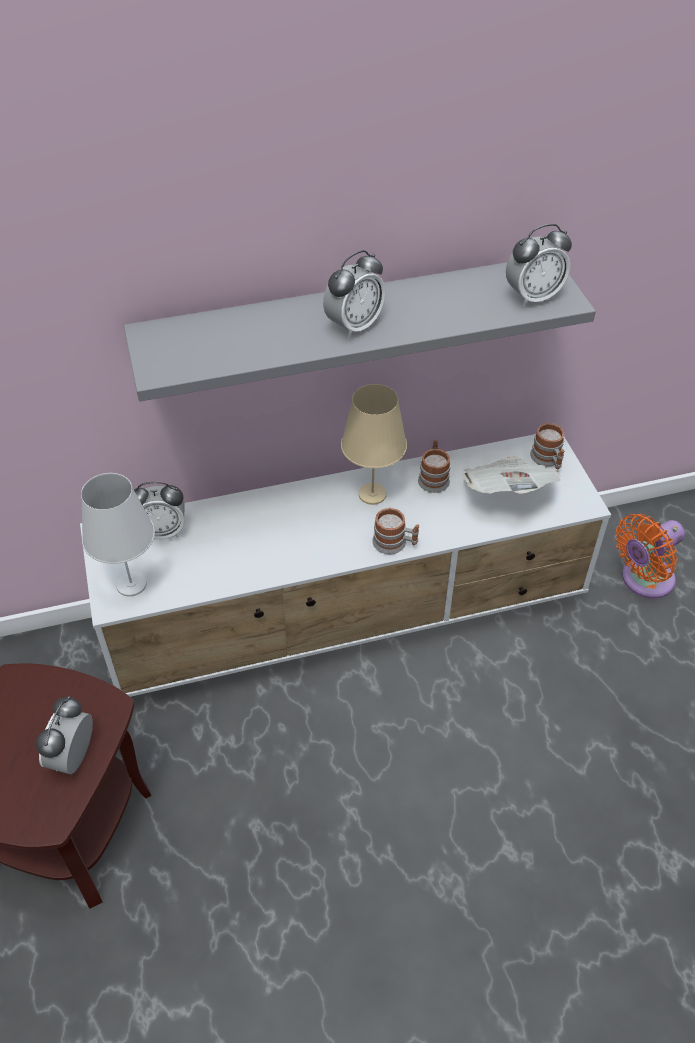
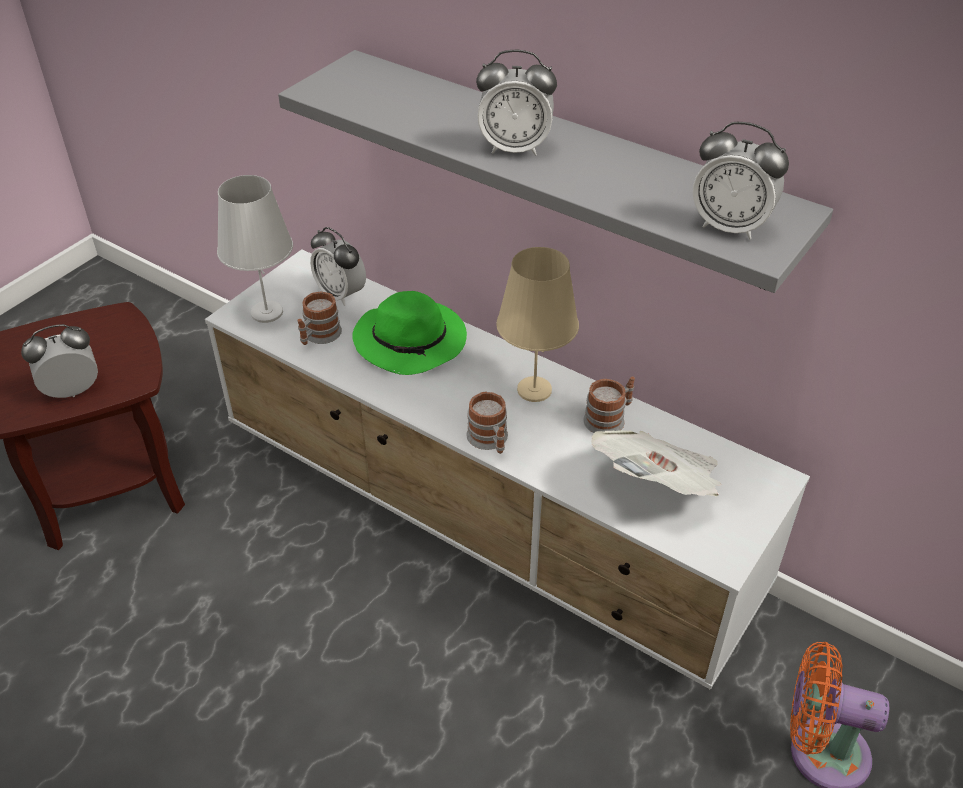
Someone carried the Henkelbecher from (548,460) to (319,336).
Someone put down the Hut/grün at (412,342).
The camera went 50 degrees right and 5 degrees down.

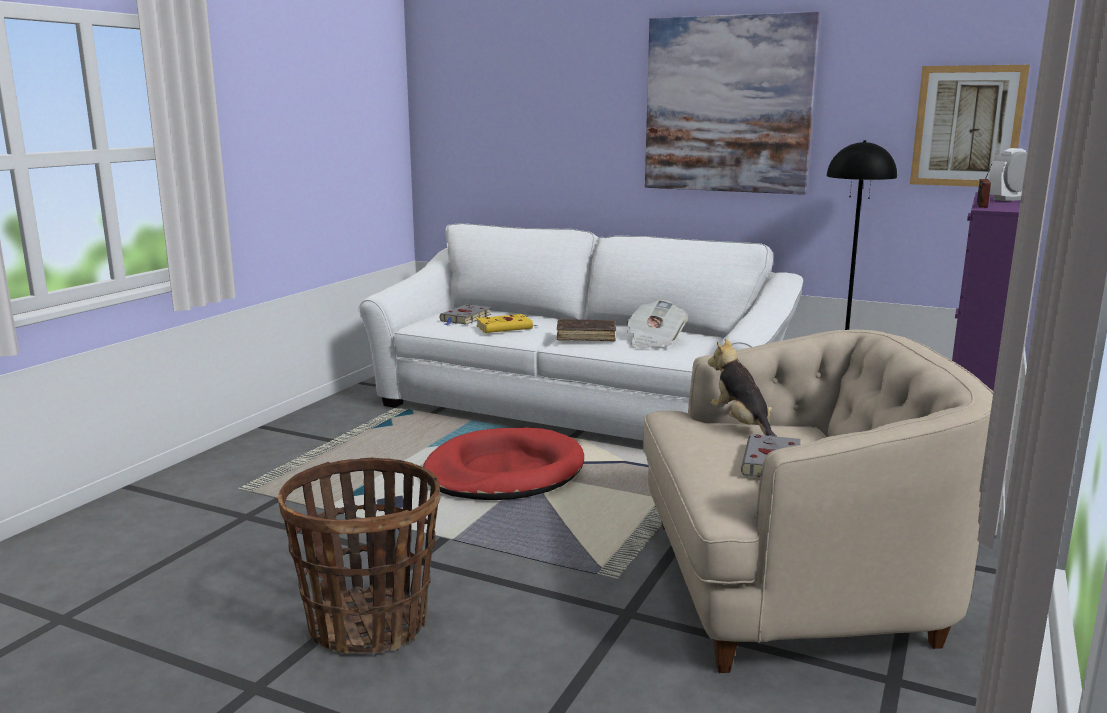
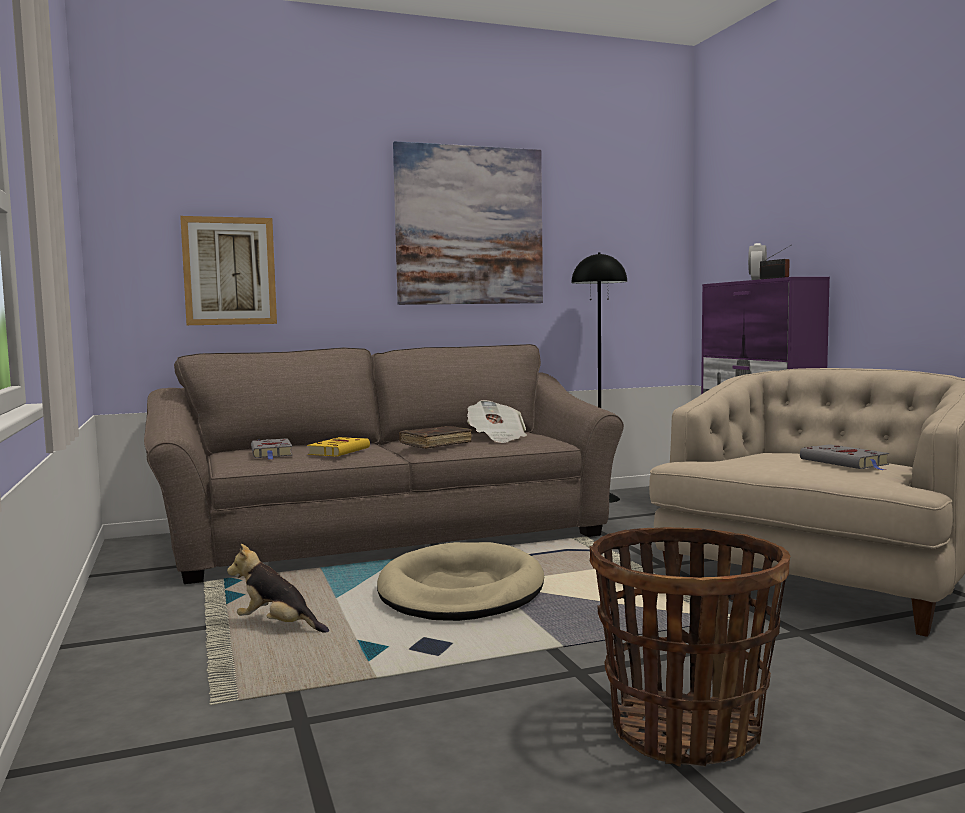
Someone repainted the Sofa/weiß at (574,408), which became the Sofa/braun at (389,535).
Someone repainted the Hundebett/rot at (504,472), which became the Hundebett/beige at (461,590).
Someone carried the Plüschtier from (742,426) to (278,626).
Someone carried the Bild from (967,126) to (229,271).
The camera went 45 degrees left and 10 degrees down.

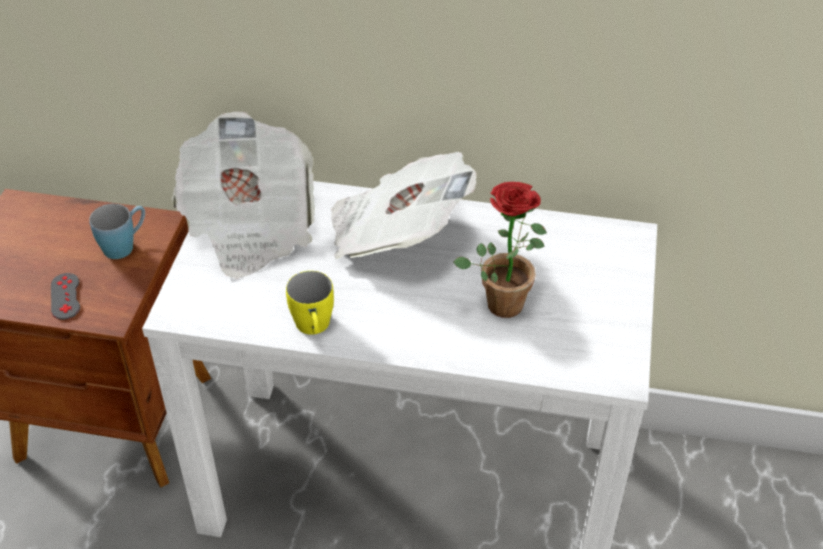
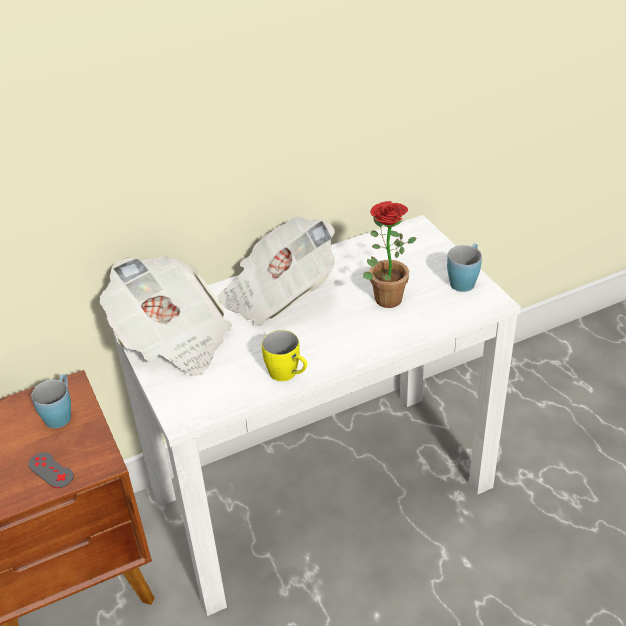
Someone put down the Henkelbecher/blau at (464,280).
The camera went 35 degrees left and 5 degrees down.

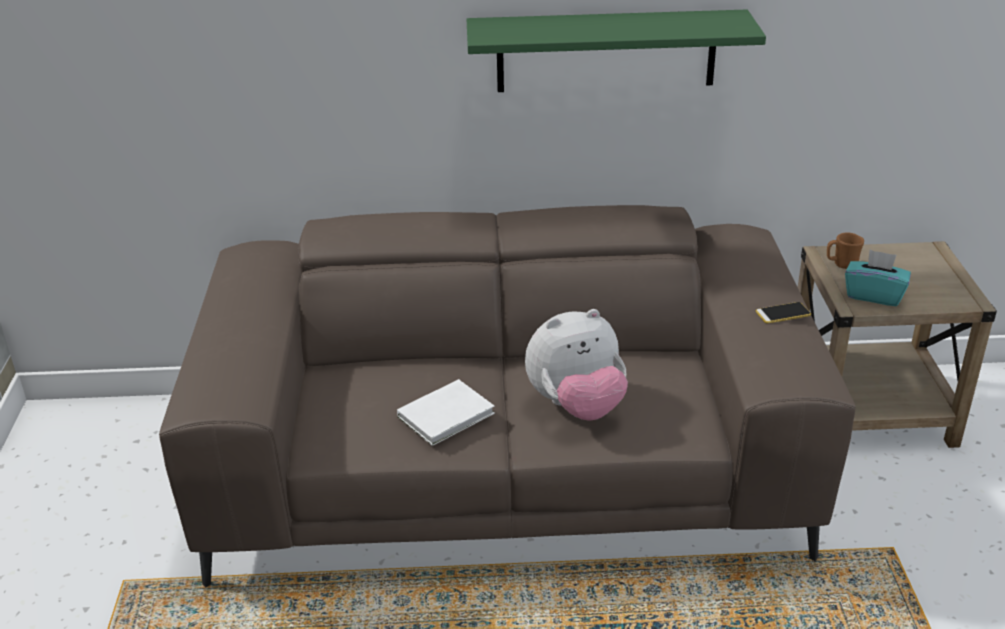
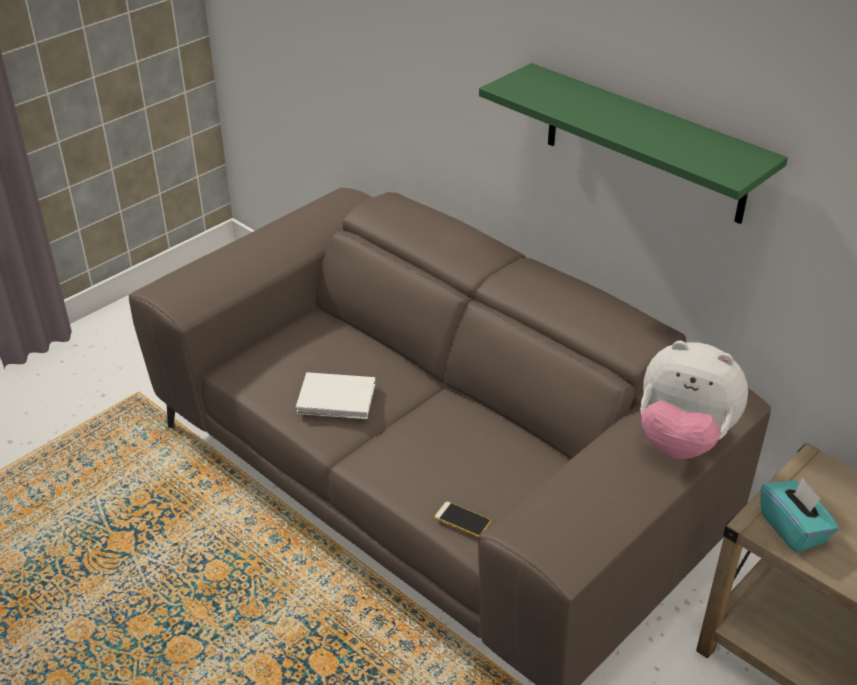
Someone carried the Plüschtier from (576,406) to (682,440).
Someone carried the Handy from (783,313) to (462,520).
Someone took away the Henkelbecher/braun at (842,264).
The camera went 45 degrees right and 5 degrees up.

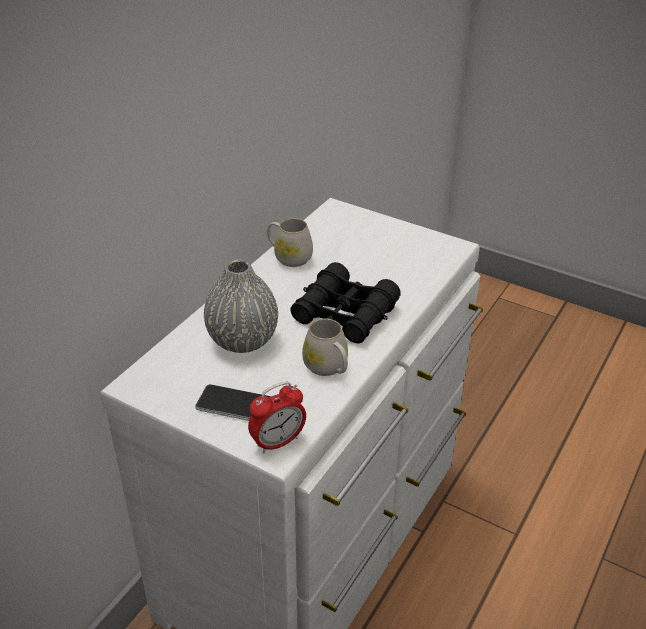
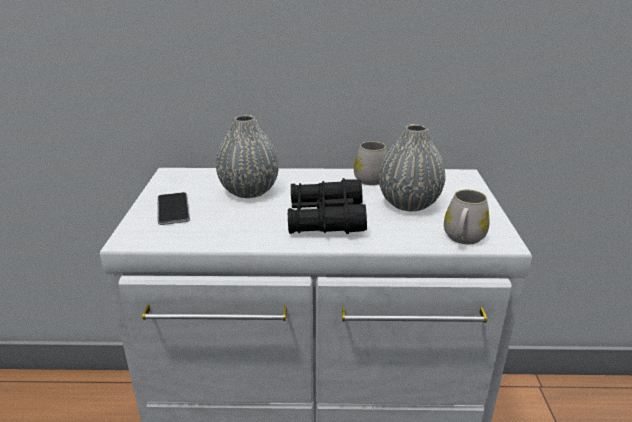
Someone took away the Wecker at (278,442).
Someone carried the Henkelbecher/weiß from (328,368) to (463,238).
Someone put down the Vase/grau at (408,203).
The camera went 60 degrees right and 10 degrees down.

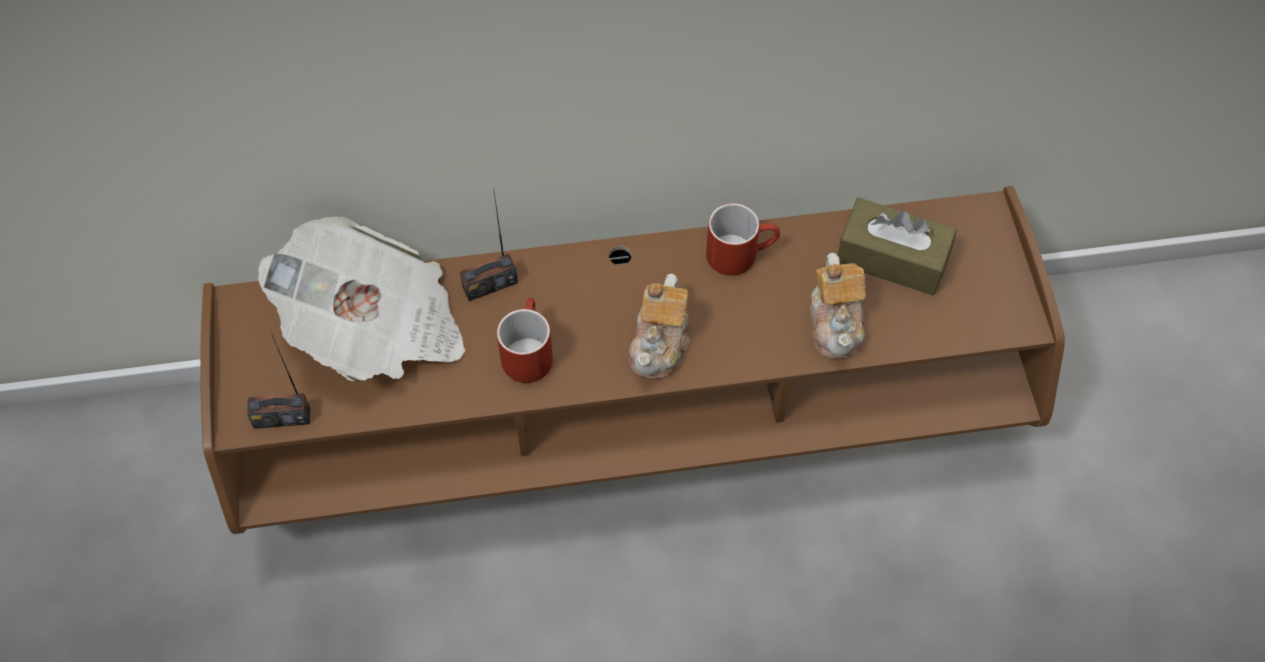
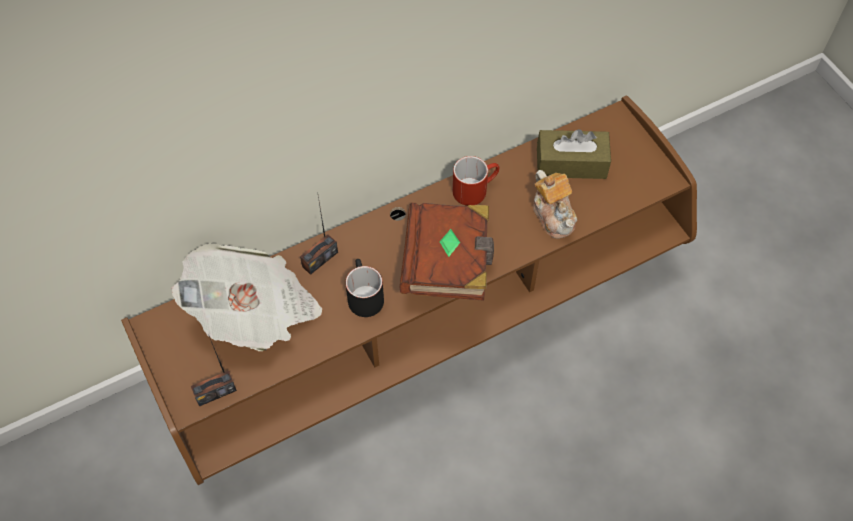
Someone repainted the Henkelbecher/rot at (526,351), which became the Henkelbecher/schwarz at (363,295).
Someone swapped the Teekanne at (660,344) for the Buch/braun at (448,263).
The camera went 20 degrees left and 0 degrees up.

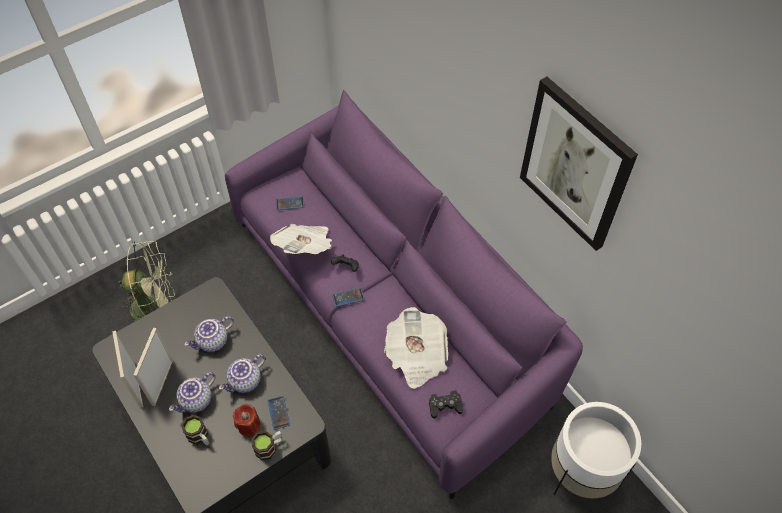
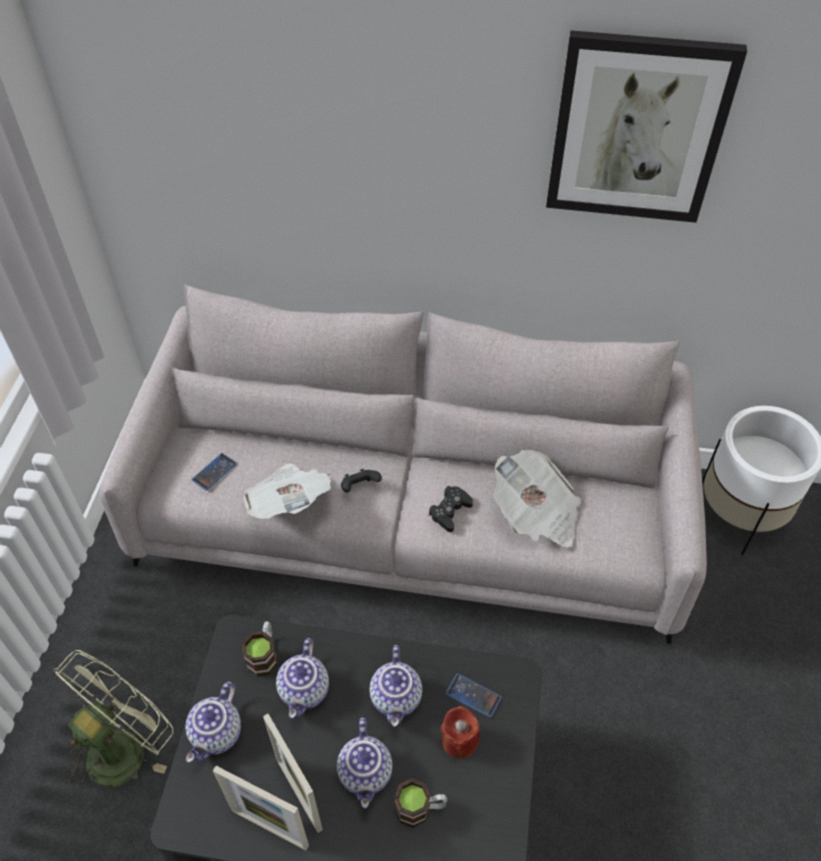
Someone repainted the Sofa/lila at (392,313), which became the Sofa/grau at (411,519).
Someone carried the Henkelbecher from (269,447) to (264,655).
Someone took away the Handy at (348,297).
Someone carried the Gamepad/schwarz from (445,406) to (450,511).
Someone put down the Teekanne at (217,734).
The camera went 45 degrees left and 5 degrees down.

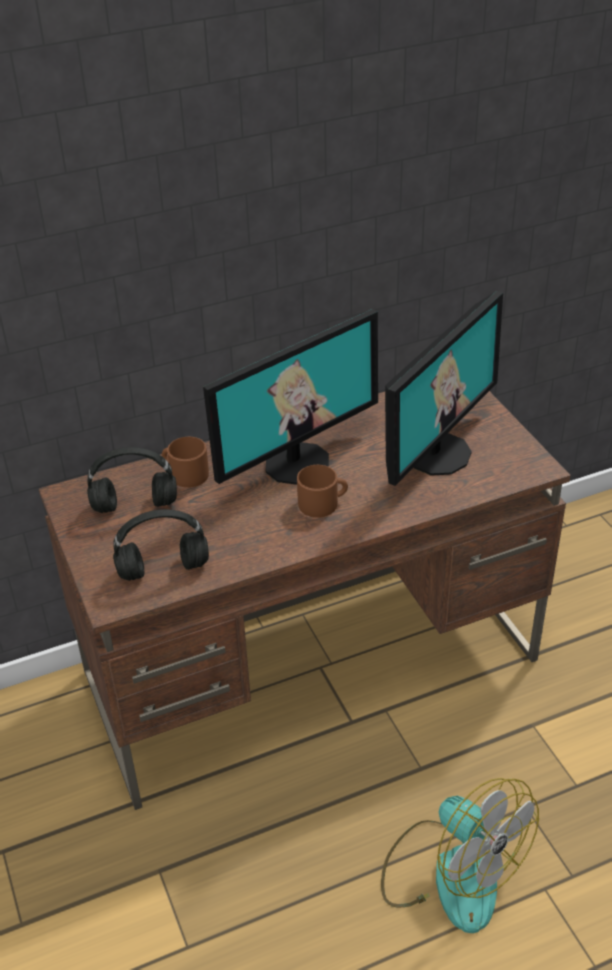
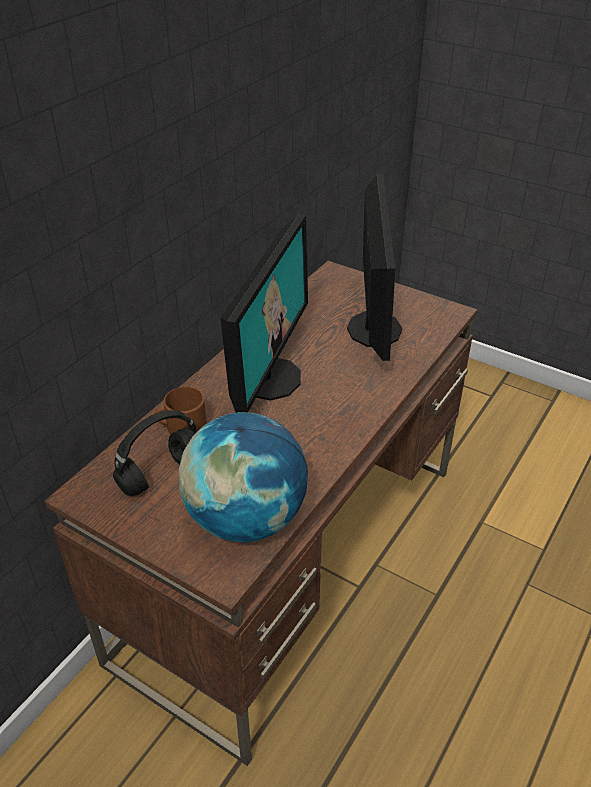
Someone swapped the Kopfhörer/schwarz at (165,568) for the Globus at (246,518).
Someone took away the Henkelbecher/braun at (323,503).
Someone took away the Ventilator at (451,873).
The camera went 35 degrees left and 0 degrees up.

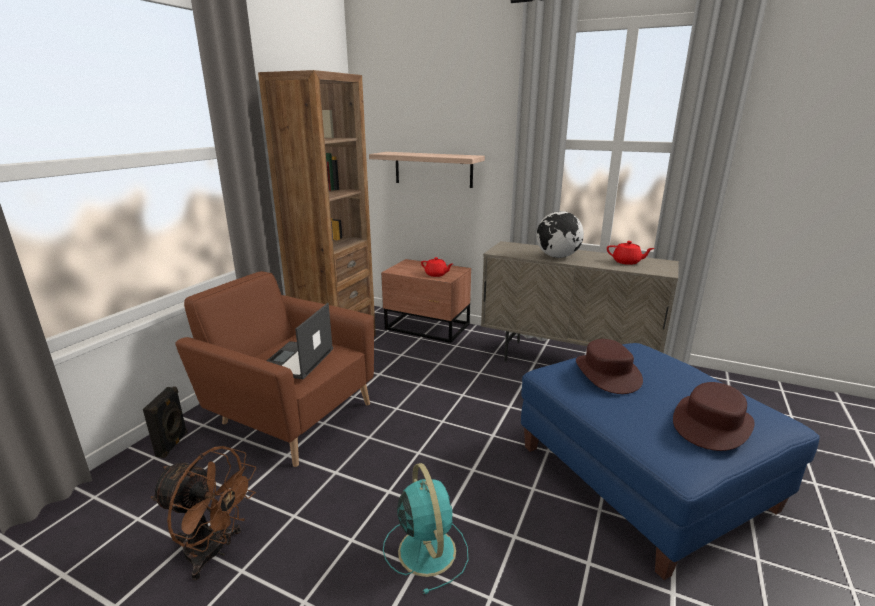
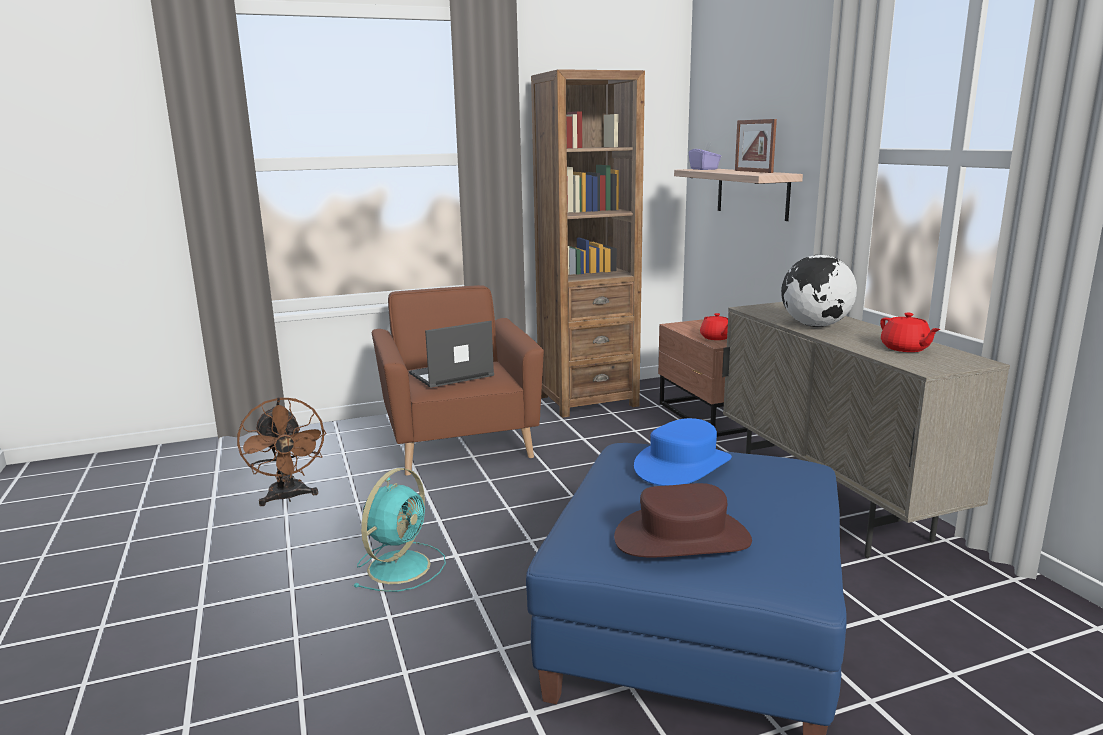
Someone took away the Lautsprecher/schwarz at (173,444).
Someone repainted the Hut/braun at (606,373), which became the Hut/blau at (682,465).
Someone put down the Taschentuchbox/lila at (704,169).
Someone put down the Bilderrahmen at (753,171).
The camera went 45 degrees right and 5 degrees down.

